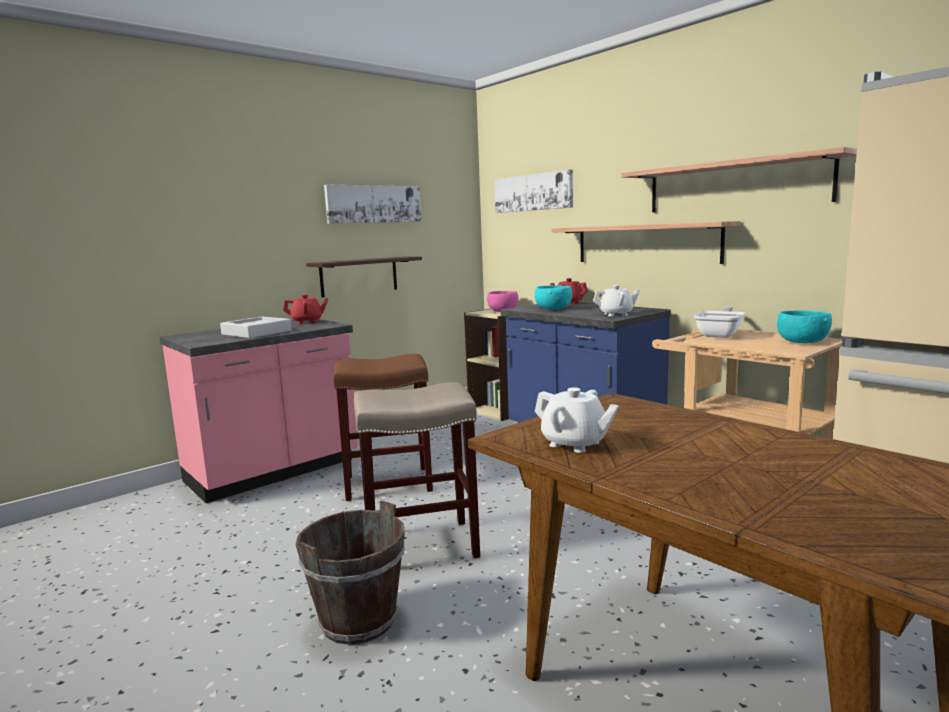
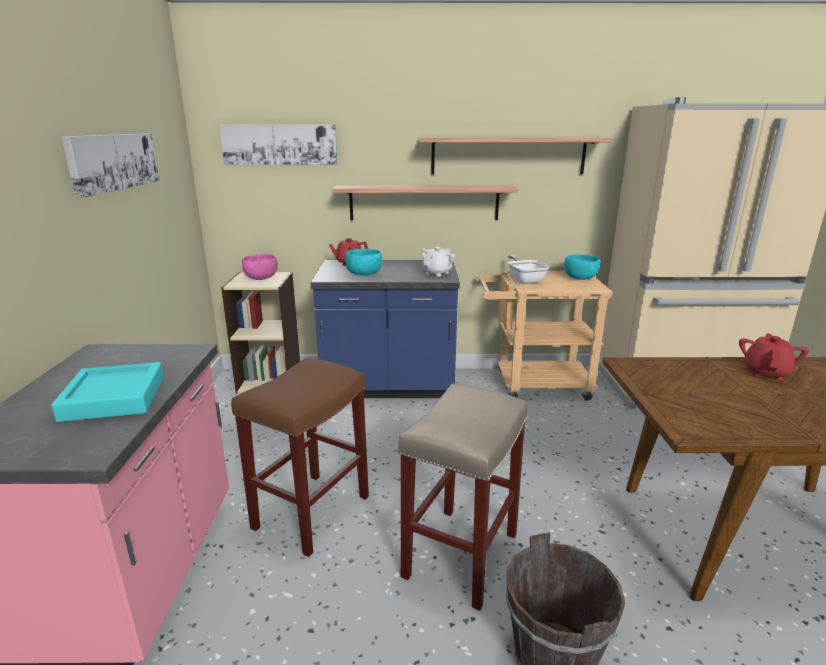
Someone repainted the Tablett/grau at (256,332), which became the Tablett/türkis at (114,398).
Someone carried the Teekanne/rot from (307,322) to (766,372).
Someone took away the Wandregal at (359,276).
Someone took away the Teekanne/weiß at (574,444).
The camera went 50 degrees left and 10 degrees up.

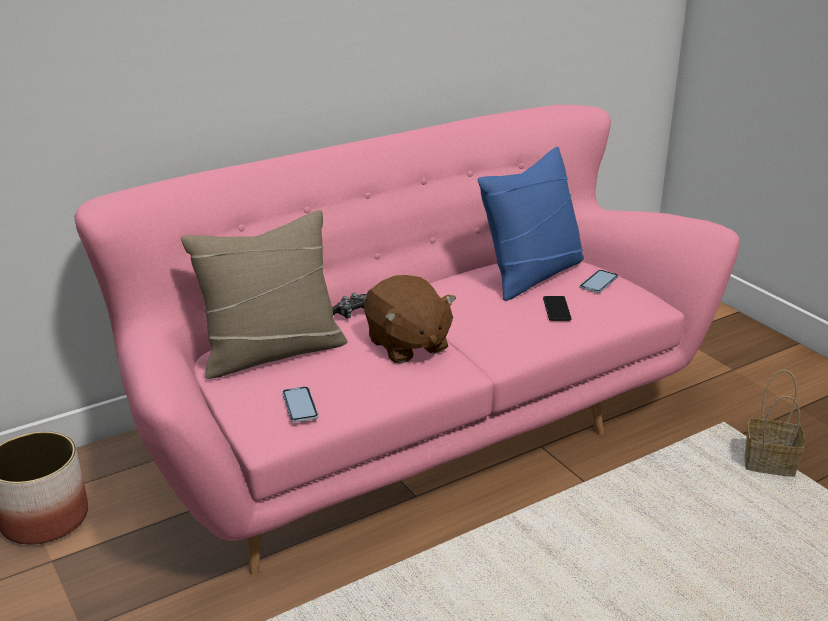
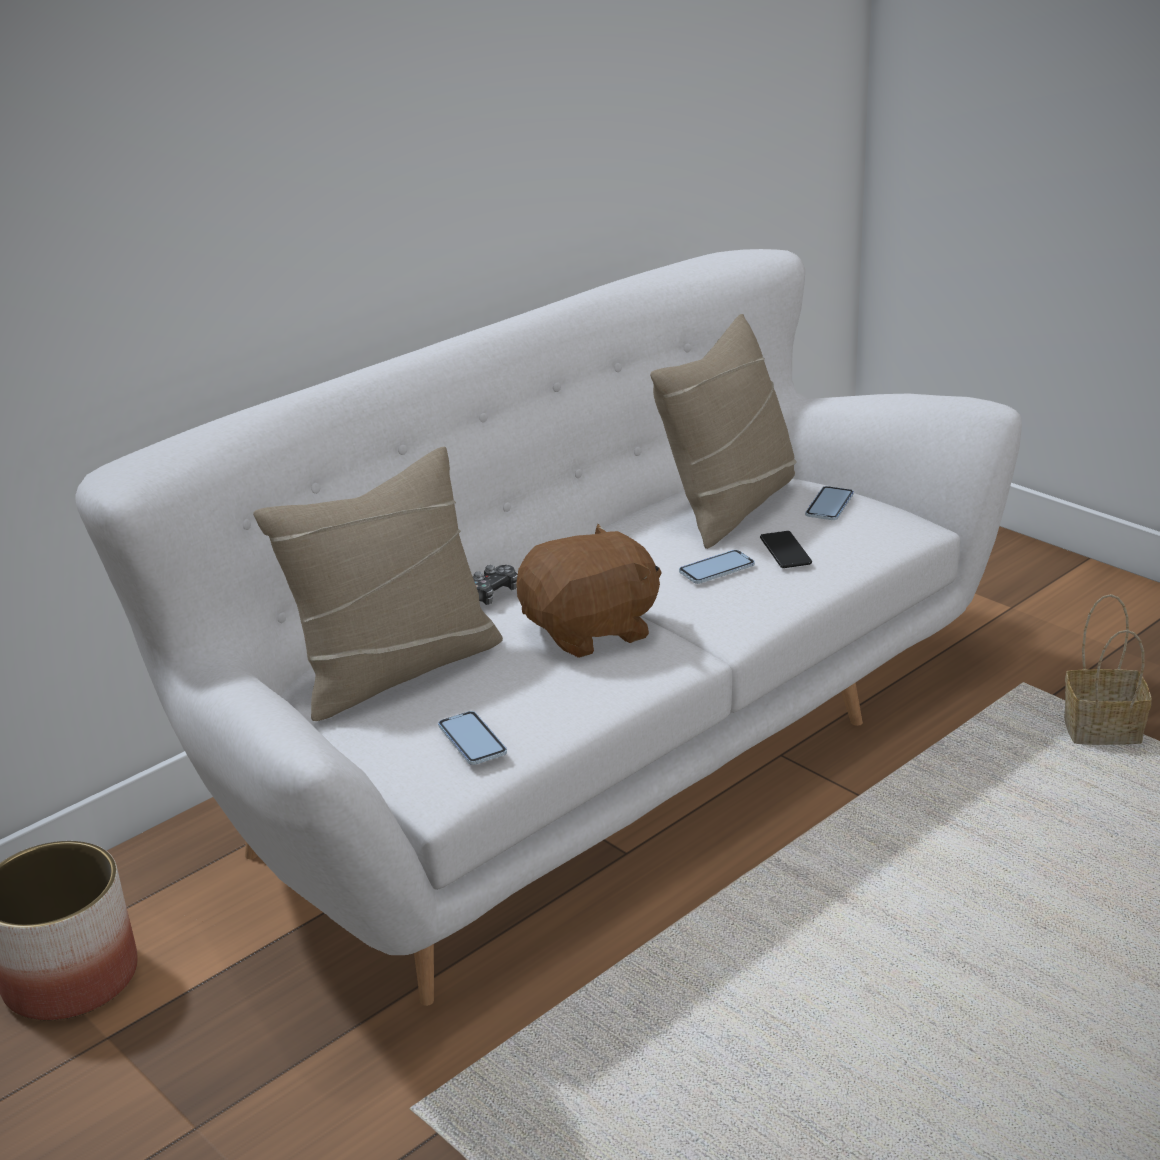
Someone repainted the Sofa/rosa at (414,429), which became the Sofa/weiß at (590,758).
Someone rotated the Plüschtier/braun at (407,345) by 75 degrees counterclockwise.
Someone repainted the Kissen/blau at (532,275), which became the Kissen/beige at (730,506).
Someone put down the Handy at (717,569).
The camera went 10 degrees left and 0 degrees up.

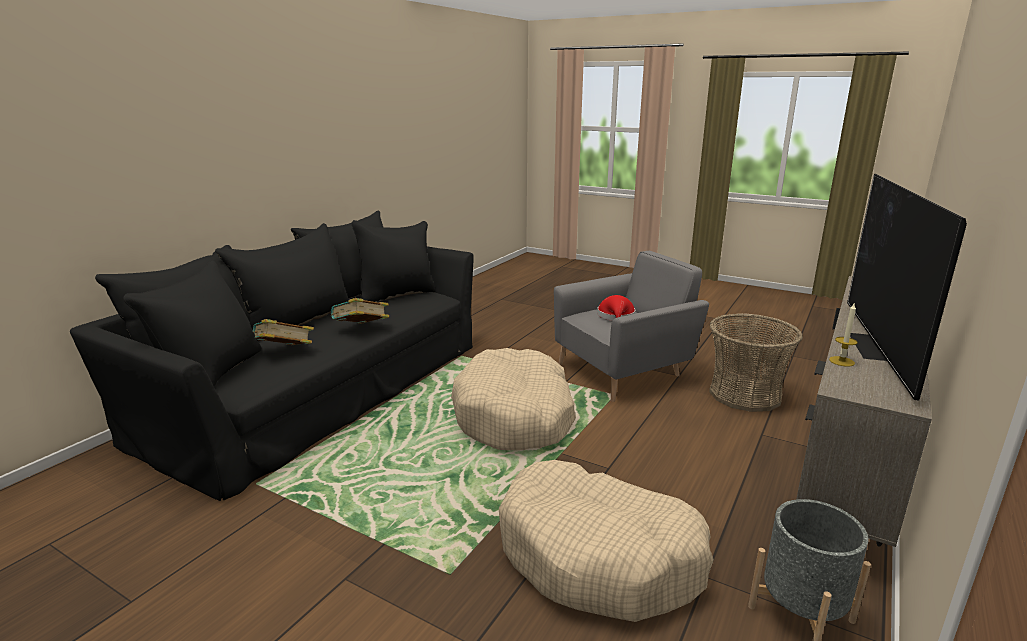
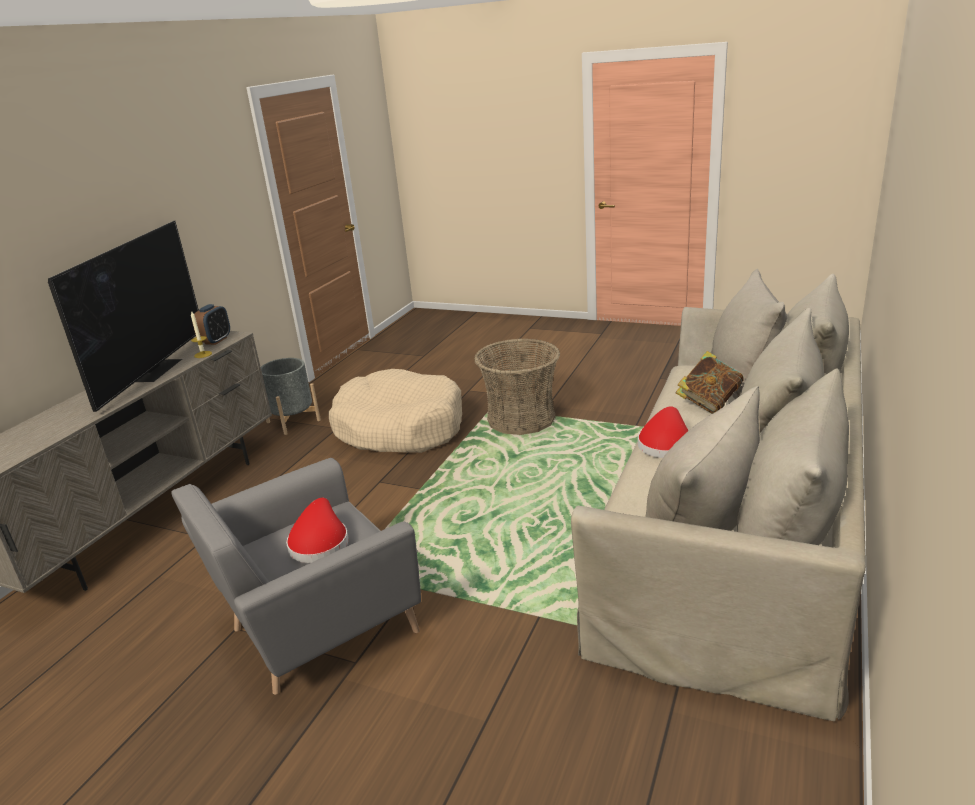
Someone repainted the Sofa/schwarz at (321,389), which became the Sofa/beige at (734,527).
Someone swapped the Buch at (361,330) for the Hut/rot at (665,444).
Someone took away the Hundebett/beige at (515,416).
Someone carried the Korb from (745,394) to (521,419).
Someone put down the Wecker at (216,340).
The camera went 175 degrees right and 5 degrees up.

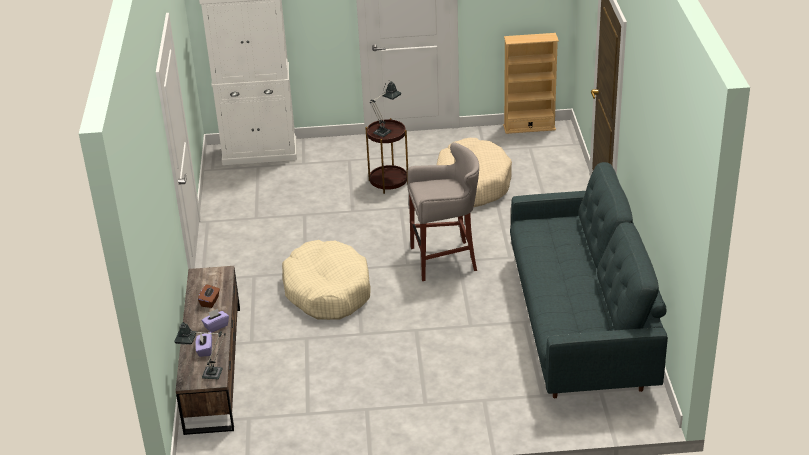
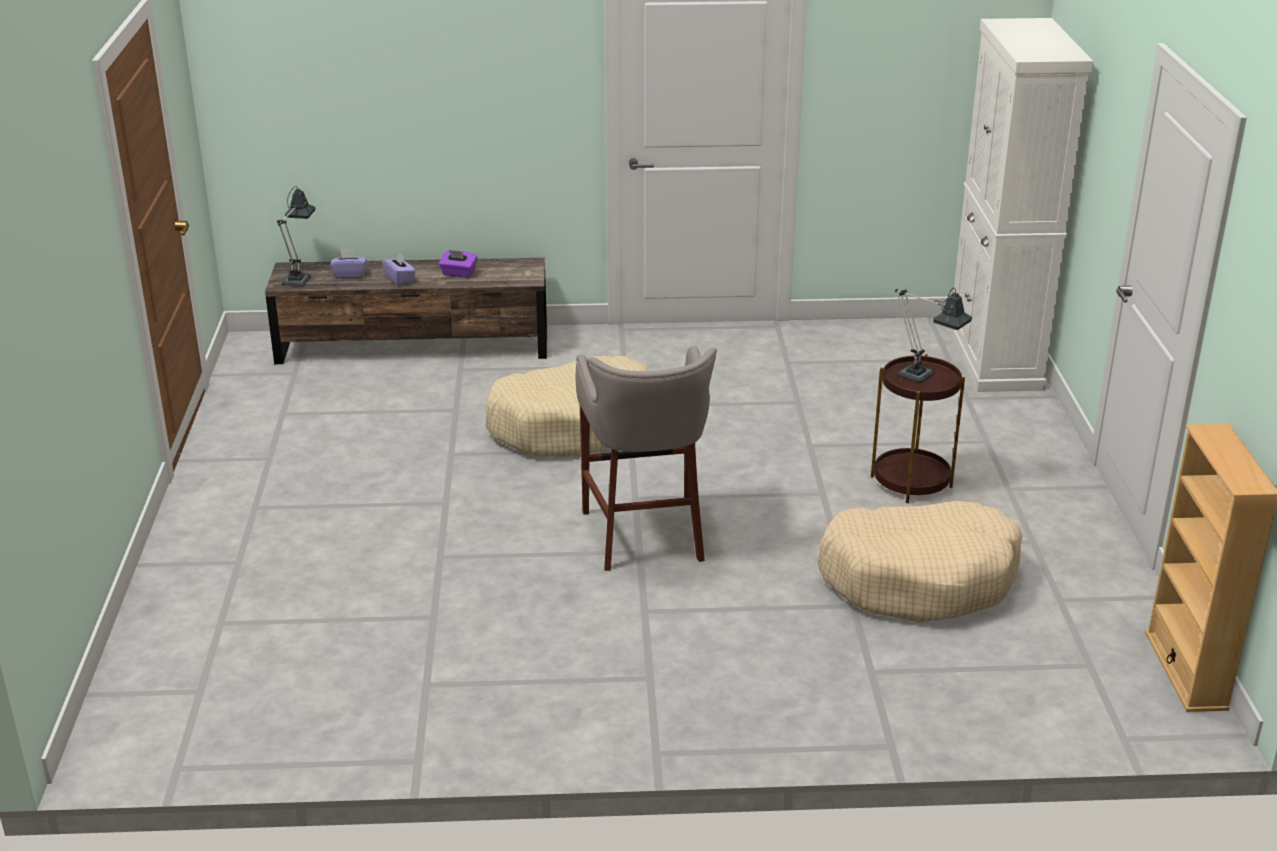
Someone repainted the Taschentuchbox/braun at (210,302), which became the Taschentuchbox/lila at (458,273).
Someone took away the Sofa/grau at (580,324).
The camera went 90 degrees right and 5 degrees down.

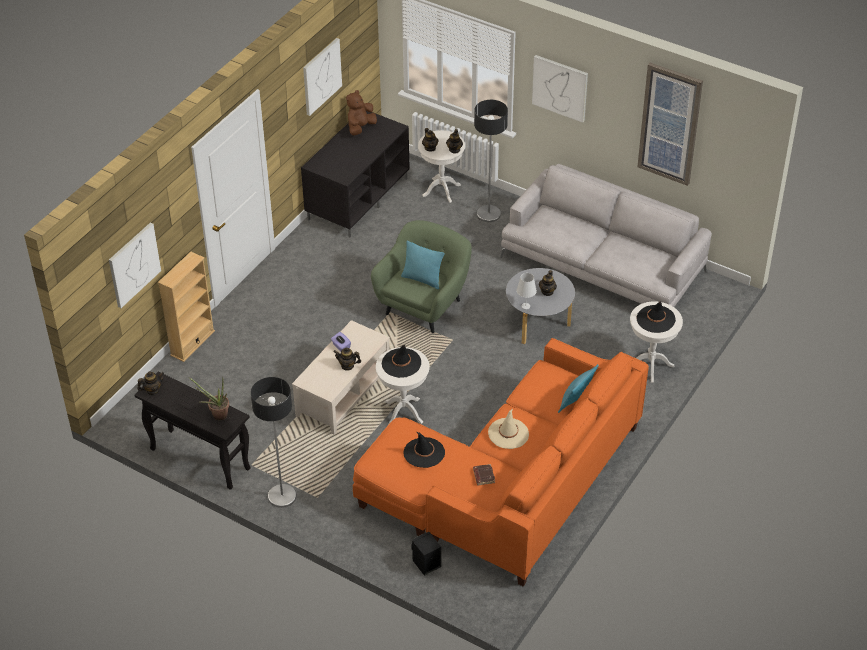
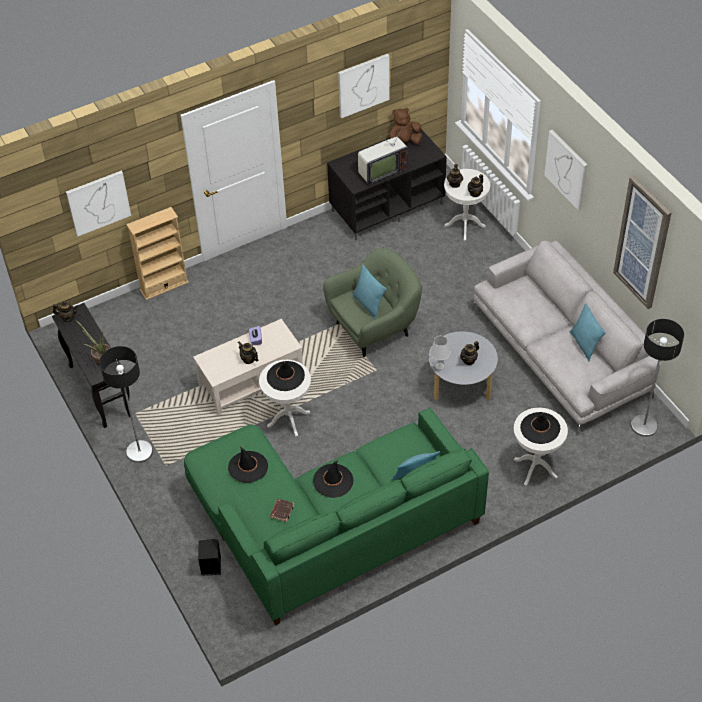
Someone repainted the Sofa/orange at (508,484), which became the Sofa/grün at (329,525).
Someone carried the Stehlampe from (488,214) to (644,425).
Someone repainted the Hut/beige at (508,433), which became the Hut/schwarz at (333,481).
Someone put down the Fernseher at (381,171).
Someone put down the Kissen/türkis at (584,345).
The camera went 30 degrees right and 5 degrees up.

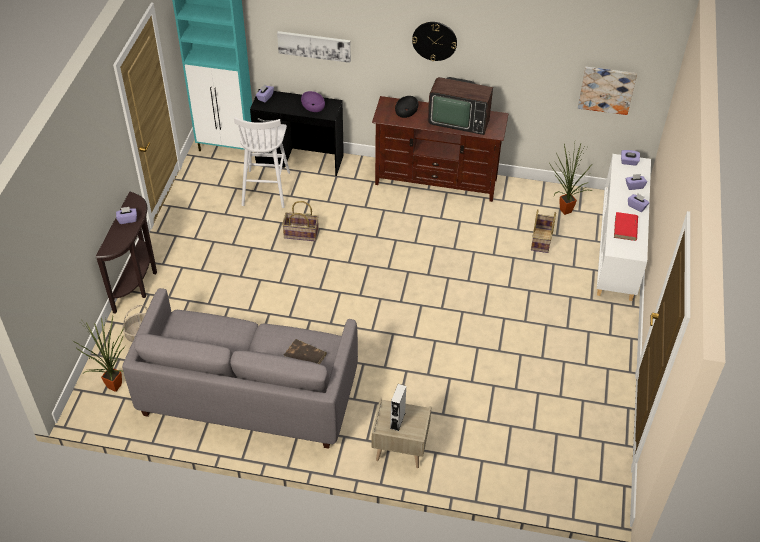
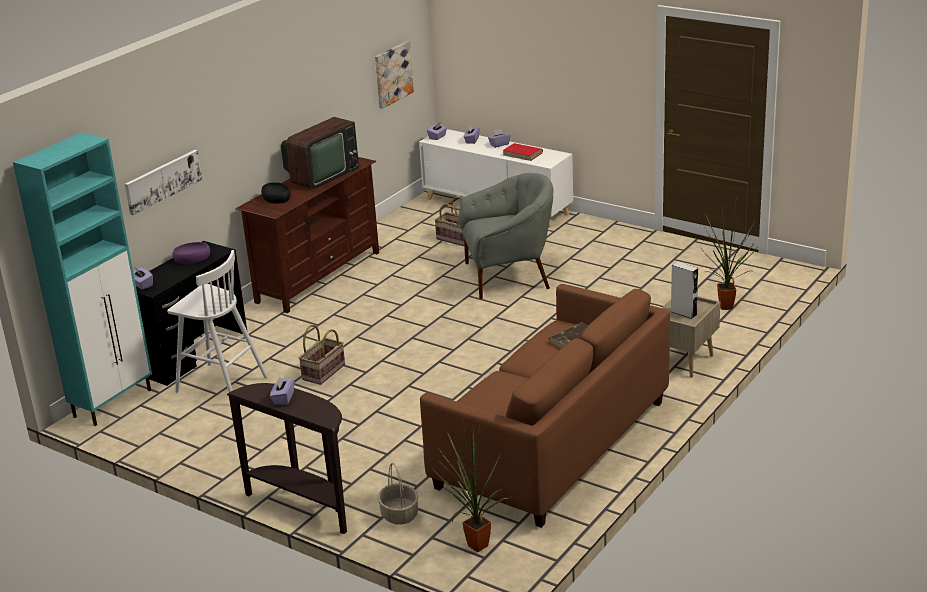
Someone repainted the Sofa/grau at (248,393), which became the Sofa/braun at (552,444).
Someone took away the Wanduhr at (434,40).
Someone carried the Topfpflanze from (563,211) to (726,308).
Someone put down the Sessel/grau at (507,276).
The camera went 65 degrees left and 20 degrees down.

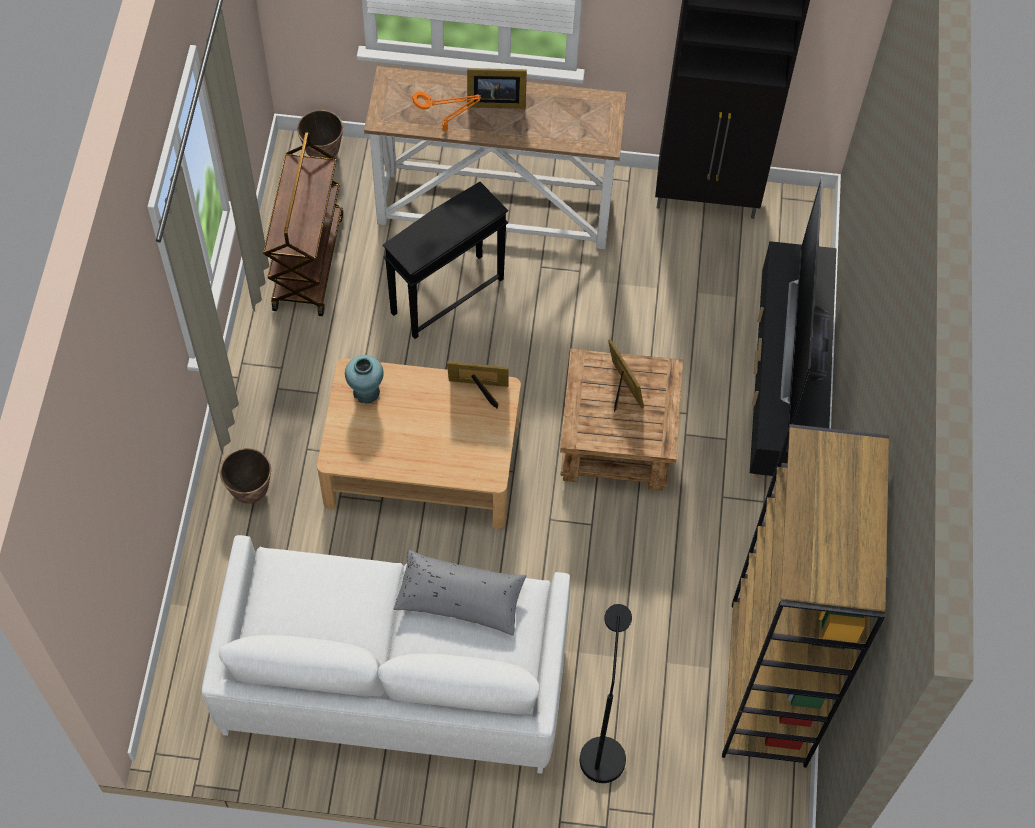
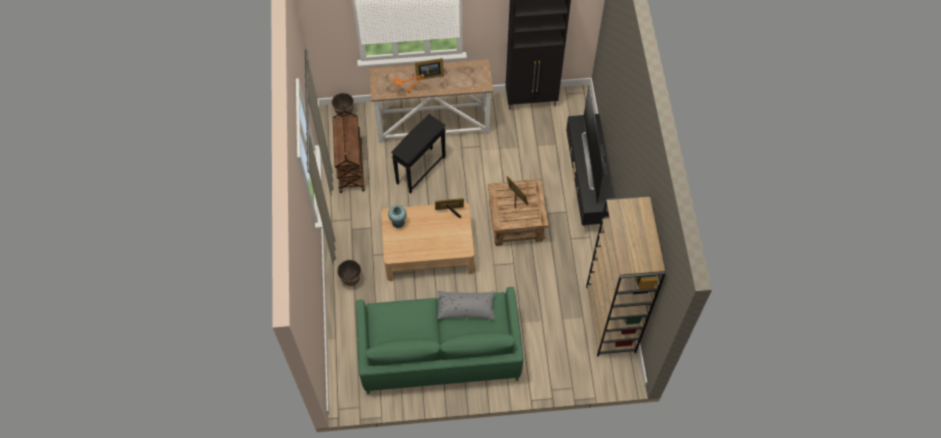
Someone repainted the Sofa/weiß at (393,677), which became the Sofa/grün at (439,351).
Someone took away the Stehlampe/schwarz at (601,747).
The camera went 10 degrees left and 0 degrees up.

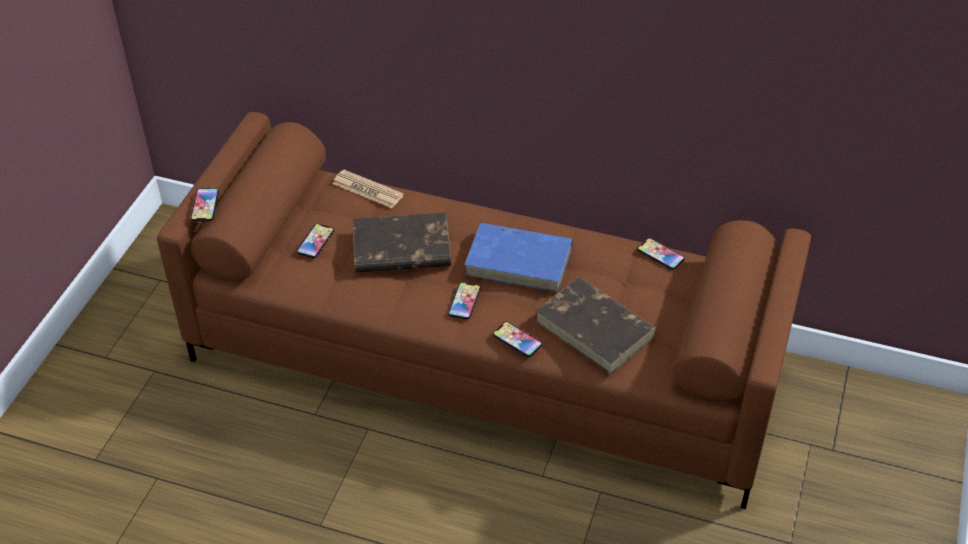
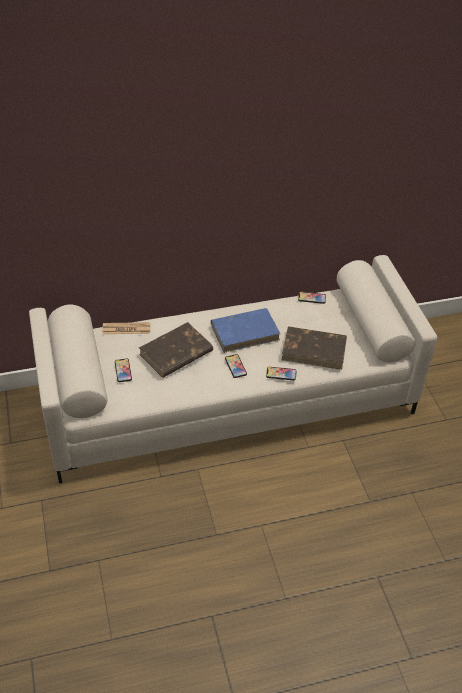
Someone repainted the Sofa/braun at (487,360), which became the Sofa/weiß at (230,401).
Someone took away the Handy at (205,205).
The camera went 35 degrees left and 0 degrees up.

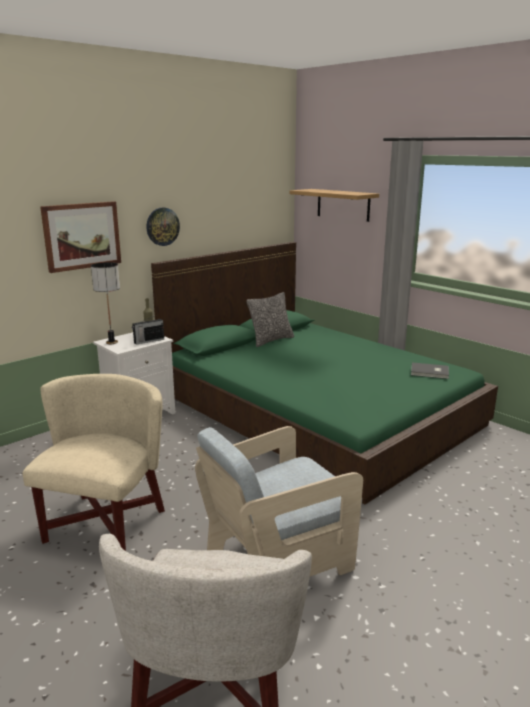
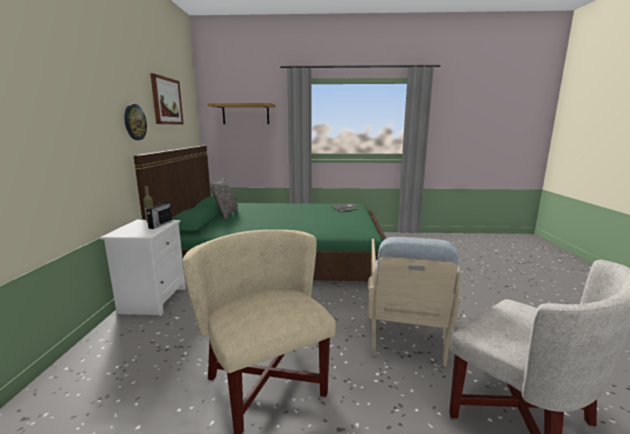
Someone carried the Bild from (82,236) to (166,101).
Someone took away the Tischlampe at (111,342).
The camera went 45 degrees left and 5 degrees down.

